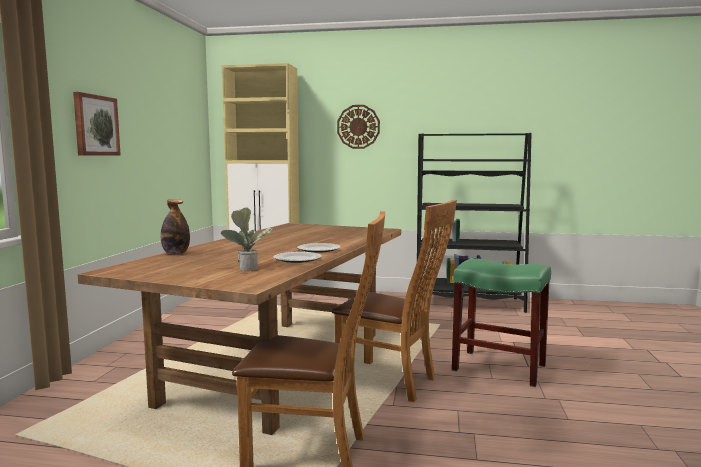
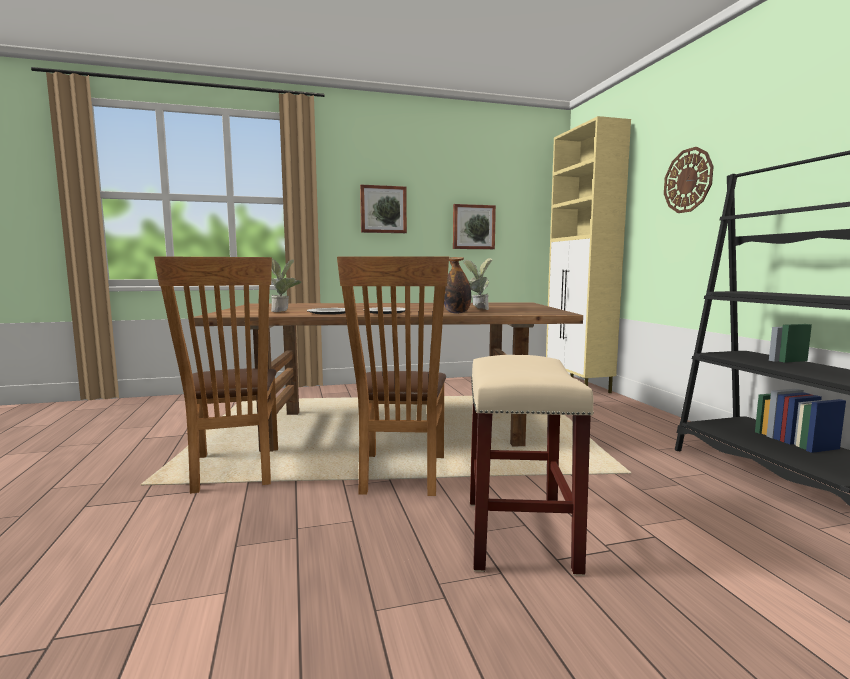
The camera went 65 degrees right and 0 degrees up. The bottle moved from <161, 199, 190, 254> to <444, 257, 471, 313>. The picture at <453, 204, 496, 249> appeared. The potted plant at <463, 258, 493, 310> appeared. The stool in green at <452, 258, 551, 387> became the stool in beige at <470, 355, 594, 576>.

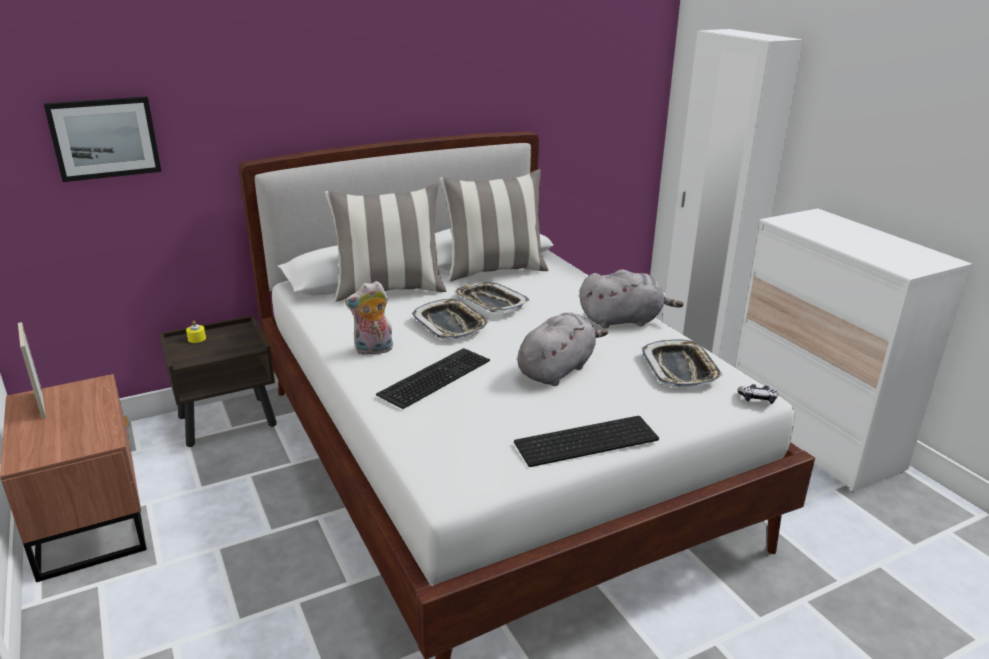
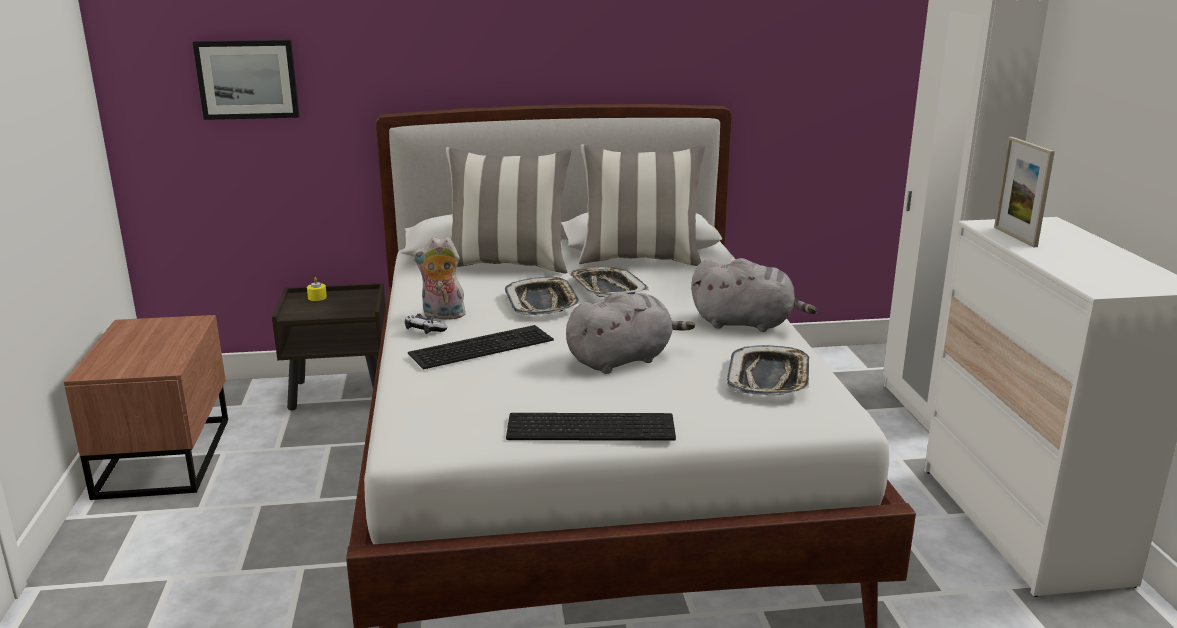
The camera went 20 degrees right and 5 degrees down. The game controller moved from <738, 384, 778, 404> to <405, 314, 448, 334>. The picture frame moved from <18, 322, 46, 419> to <994, 137, 1055, 247>.

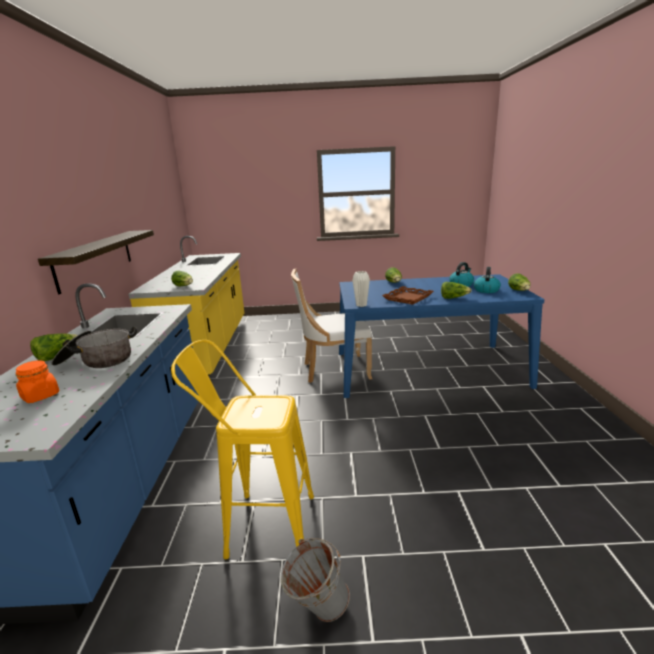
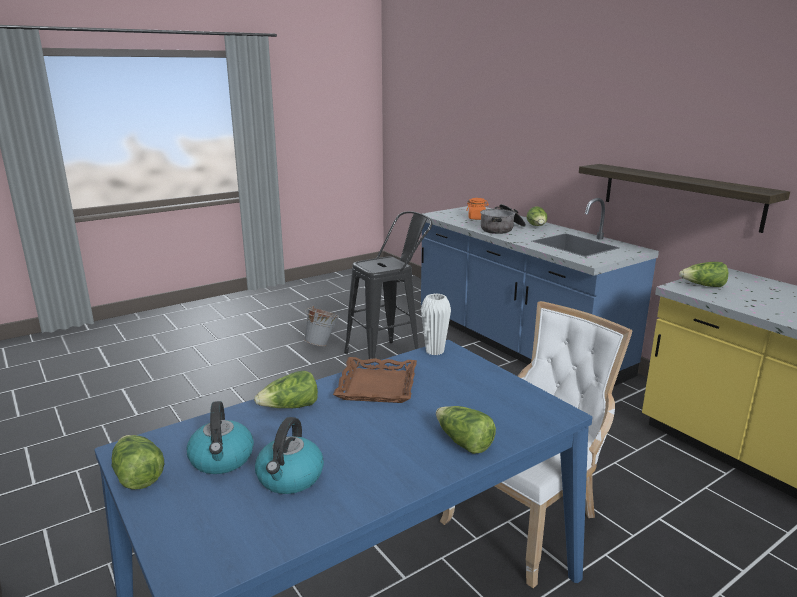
The camera went 145 degrees right and 0 degrees up. The stool in yellow at <171, 340, 314, 559> became the stool in black at <344, 211, 432, 364>.

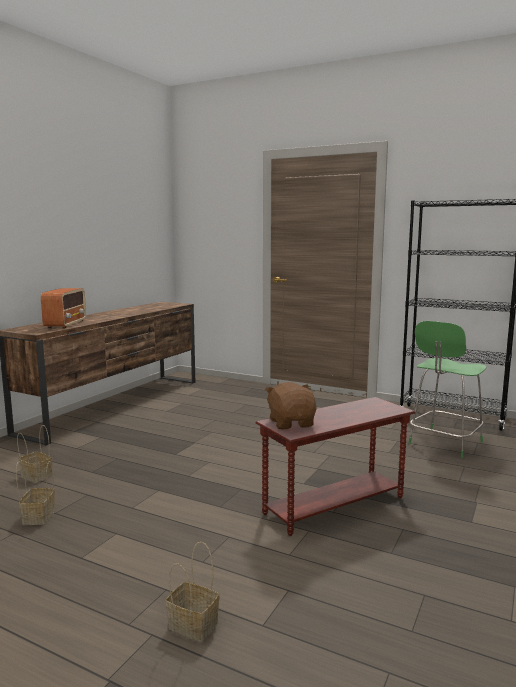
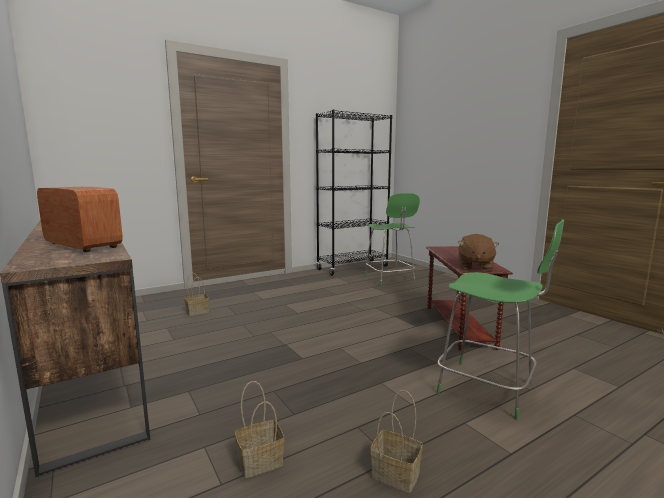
The camera went 60 degrees left and 0 degrees up. The basket moved from <166, 542, 220, 642> to <184, 273, 209, 316>. The stool in green at <436, 219, 564, 420> appeared. The plush toy in brown at <265, 382, 316, 430> turned 90 degrees counterclockwise.

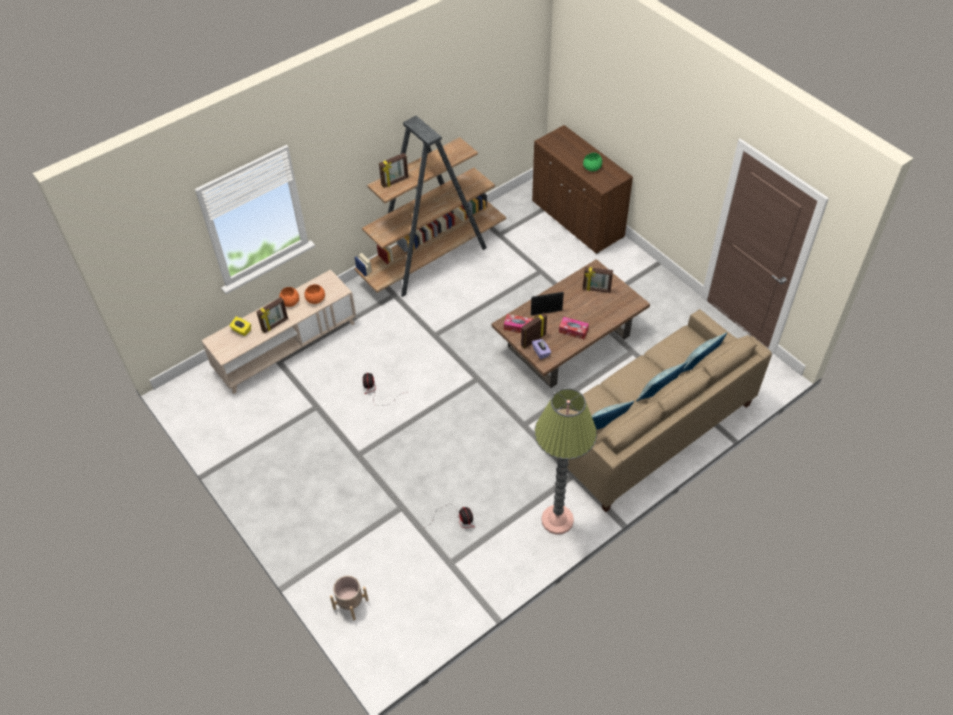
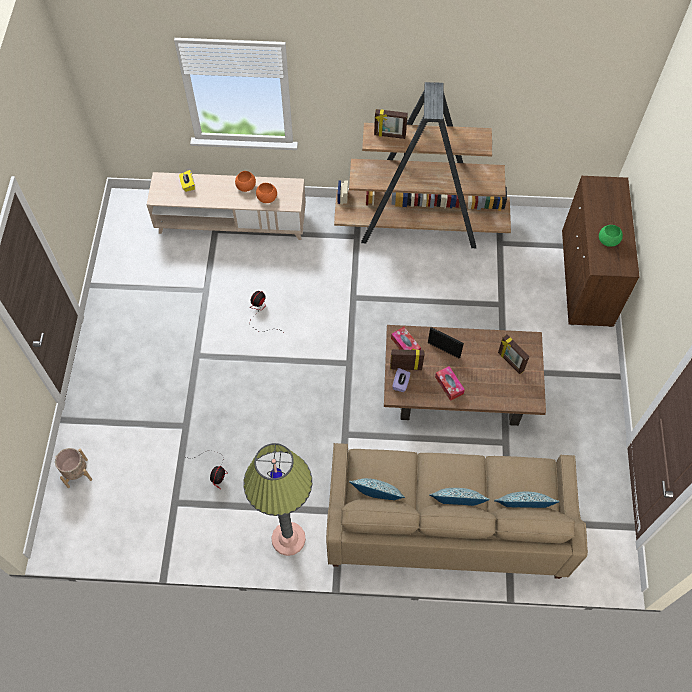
The camera went 40 degrees right and 10 degrees up. The picture frame at <257, 297, 288, 333> disappeared.

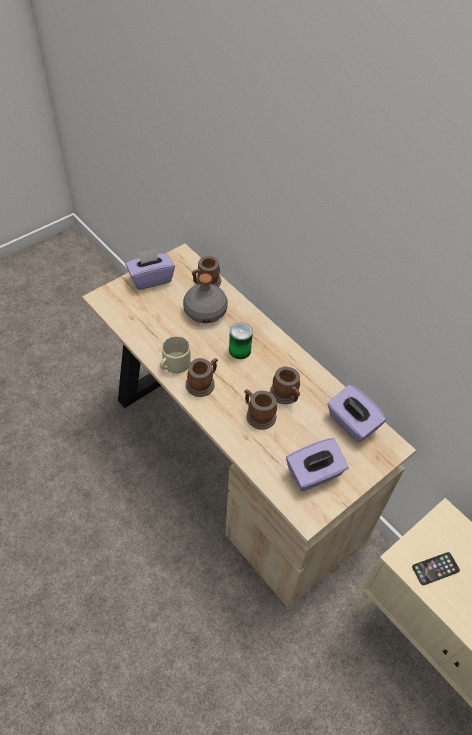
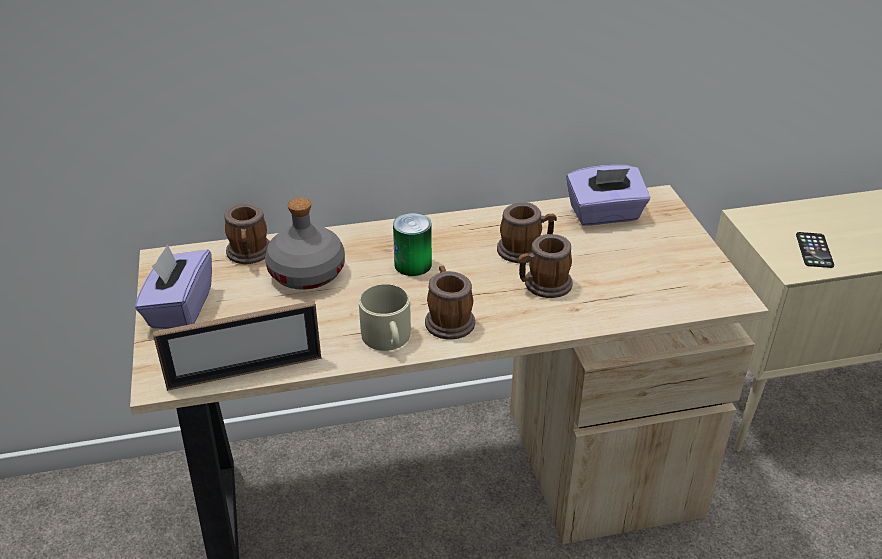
The camera went 60 degrees left and 15 degrees down. The picture frame at <153, 301, 321, 391> appeared. The tissue box in purple at <286, 438, 349, 491> disappeared.

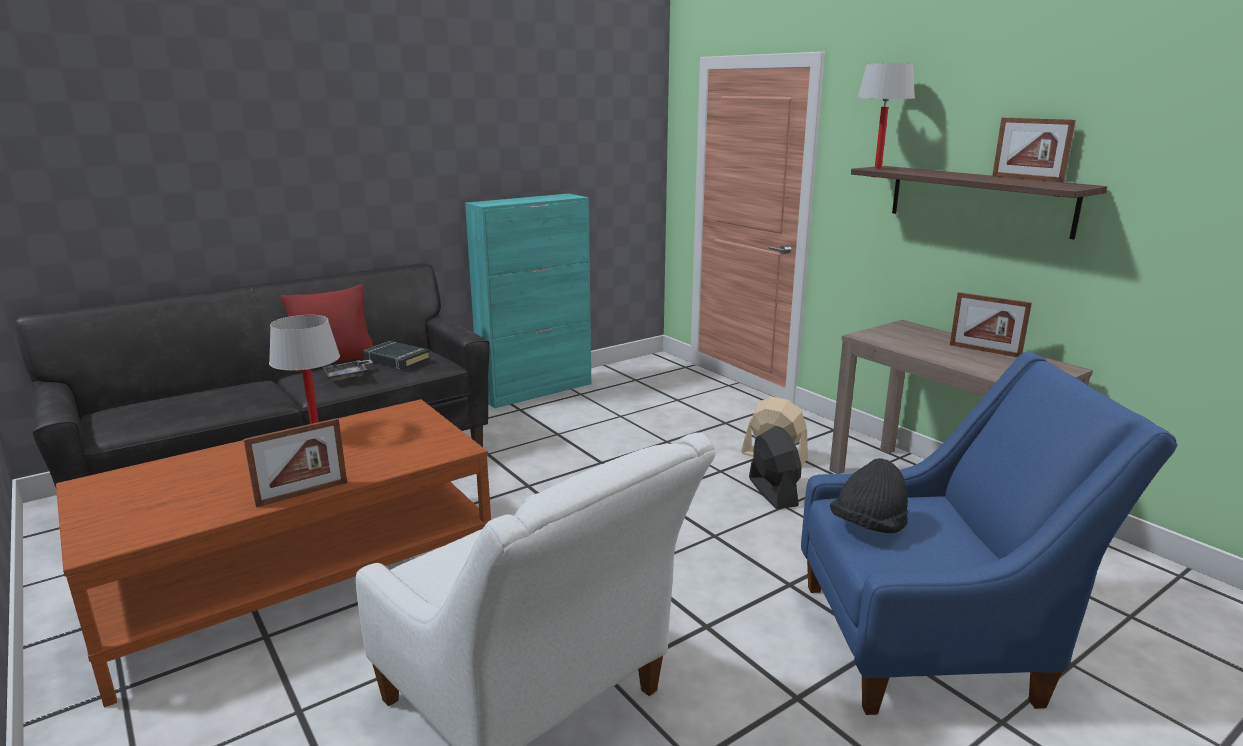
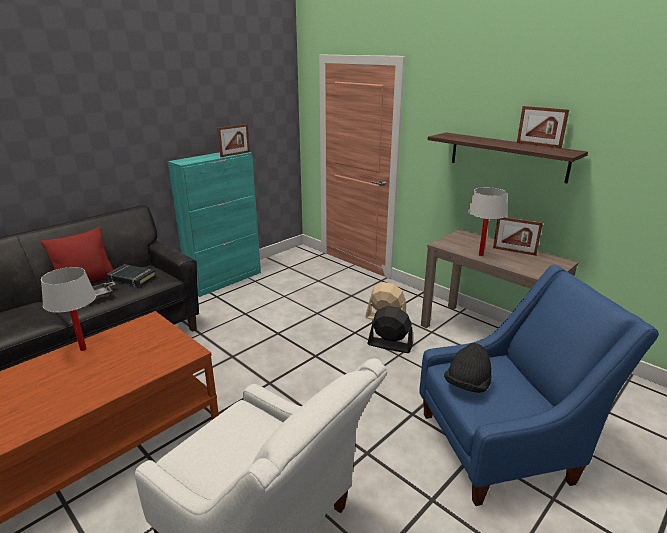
The camera went 10 degrees left and 5 degrees up. The picture frame moved from <243, 418, 347, 507> to <217, 124, 250, 157>. The fan in black at <749, 426, 802, 509> turned 45 degrees counterclockwise. The table lamp in white moved from <857, 63, 915, 169> to <468, 187, 507, 256>.

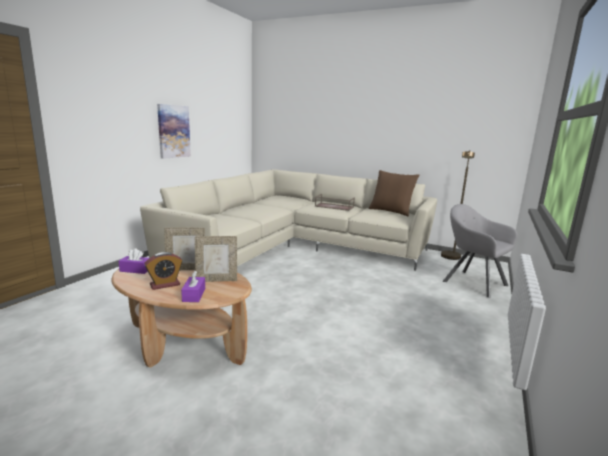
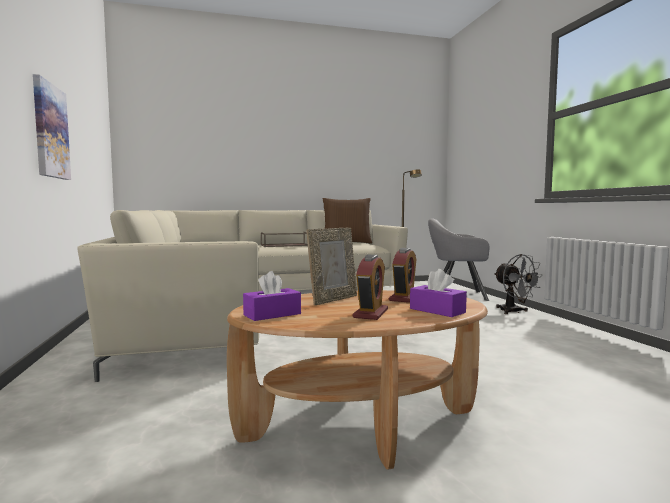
The camera went 40 degrees left and 10 degrees down. The picture frame at <195, 236, 237, 282> was replaced by the alarm clock at <389, 248, 416, 303>. The fan in grey at <494, 254, 542, 314> appeared.

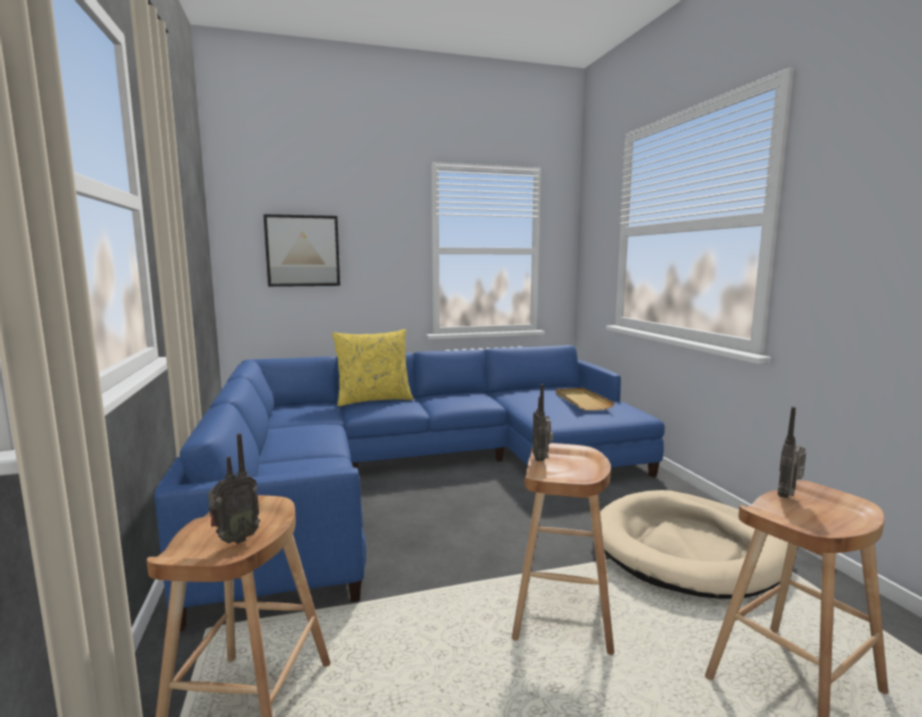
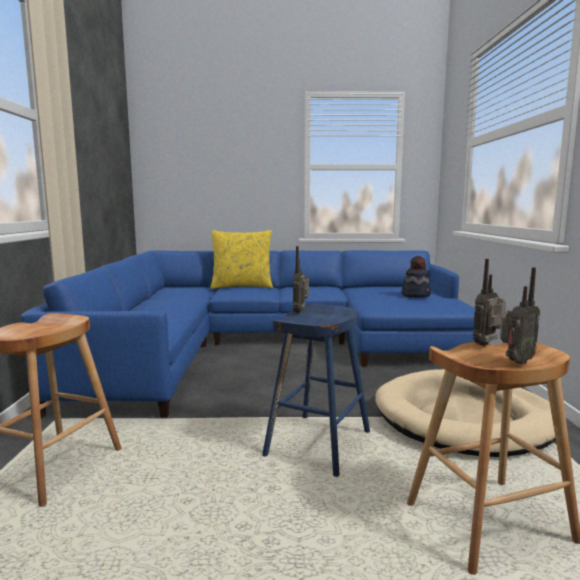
The camera went 15 degrees right and 0 degrees up. The stool in brown at <512, 443, 614, 655> became the stool in blue at <262, 304, 370, 477>. The tray in beige at <555, 388, 615, 410> was replaced by the hat at <401, 256, 431, 298>. The radio moved from <208, 433, 260, 544> to <500, 267, 540, 364>. The picture at <263, 214, 340, 287> disappeared.

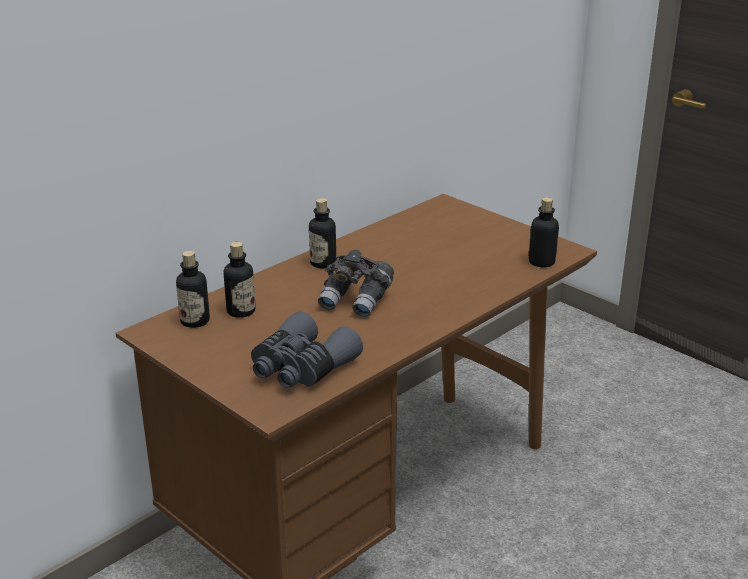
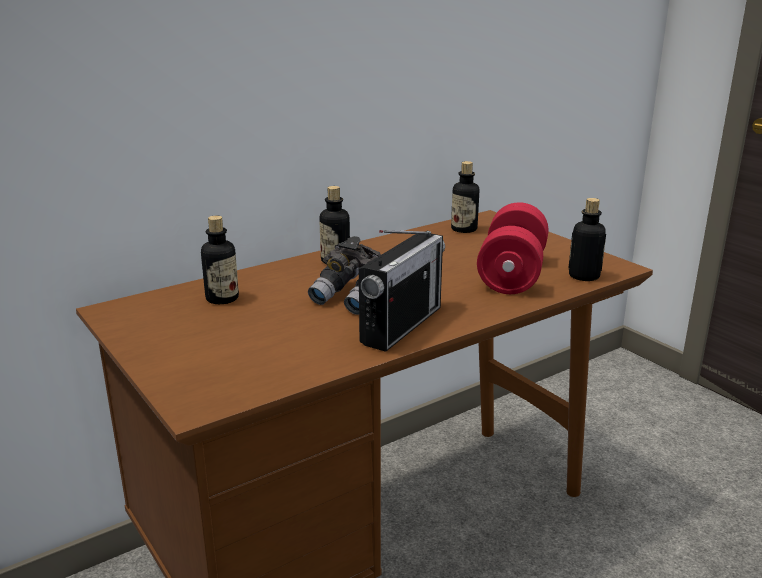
The camera went 10 degrees right and 5 degrees down. The radio at <359, 230, 445, 352> appeared. The bottle moved from <176, 251, 210, 328> to <451, 161, 479, 233>. The dumbbell in red at <477, 202, 548, 294> appeared. The binoculars in grey at <251, 311, 363, 388> disappeared.

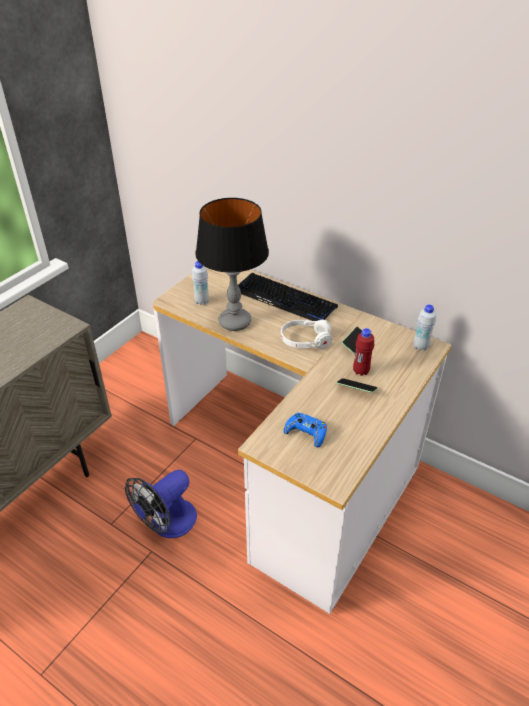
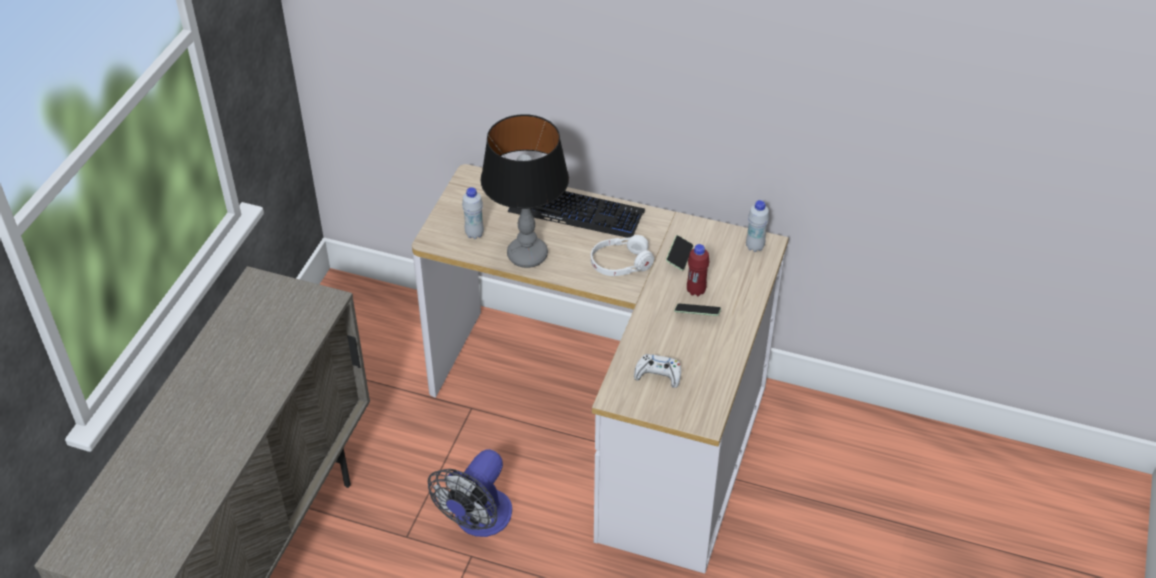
The camera went 15 degrees left and 5 degrees up. The game controller in blue at <284, 413, 327, 447> became the game controller in white at <634, 354, 681, 388>.

